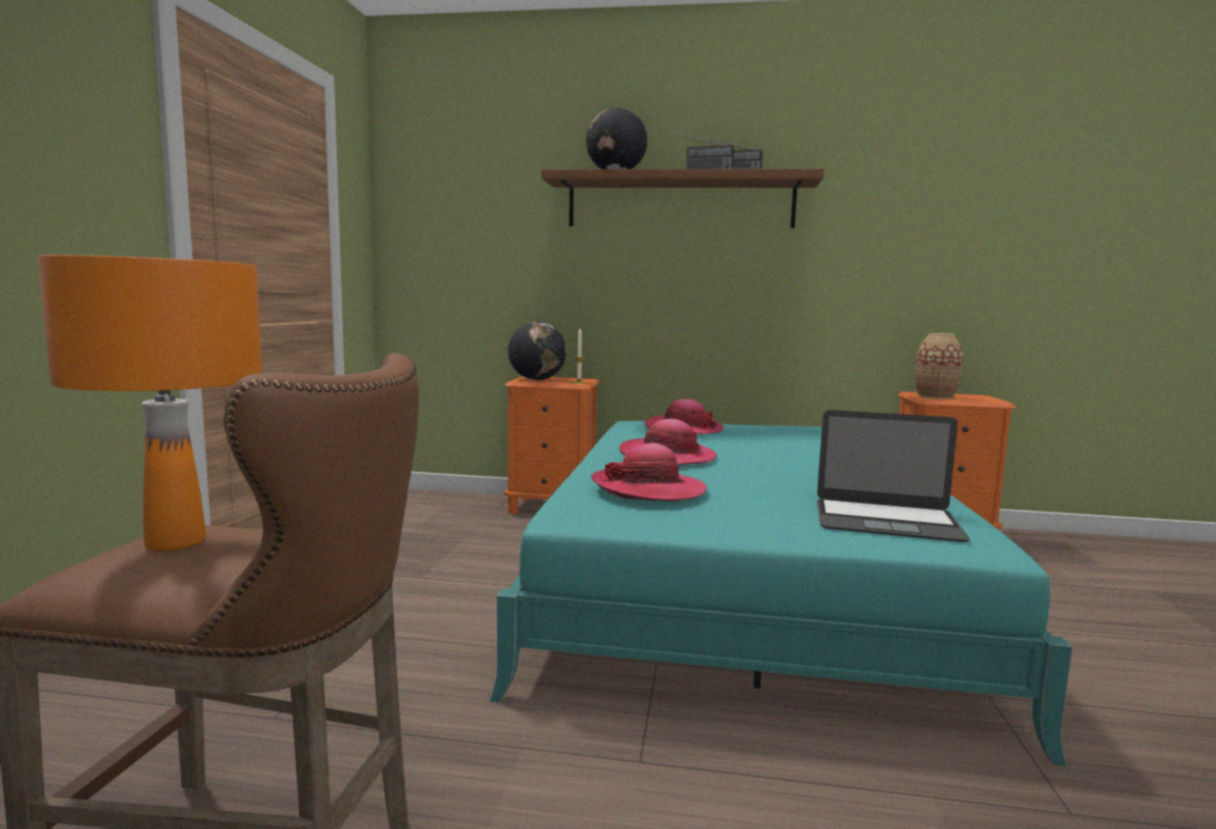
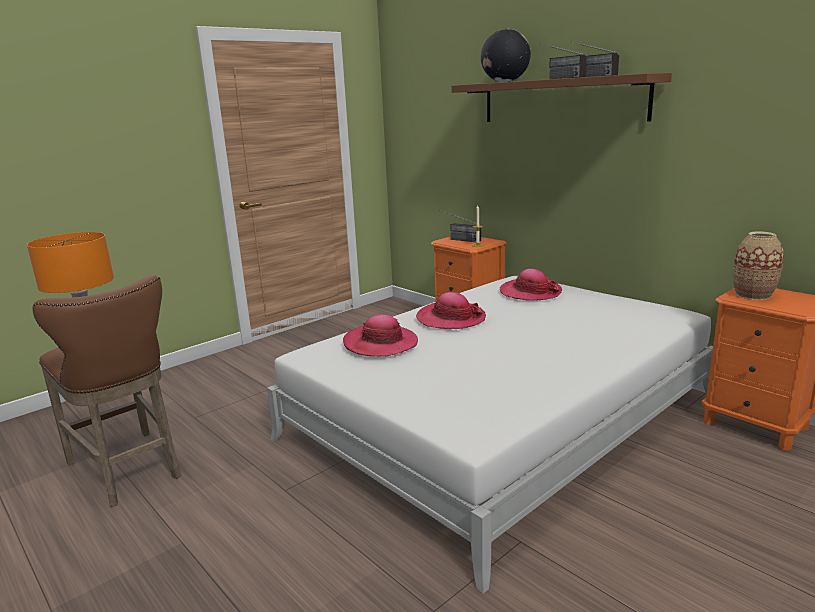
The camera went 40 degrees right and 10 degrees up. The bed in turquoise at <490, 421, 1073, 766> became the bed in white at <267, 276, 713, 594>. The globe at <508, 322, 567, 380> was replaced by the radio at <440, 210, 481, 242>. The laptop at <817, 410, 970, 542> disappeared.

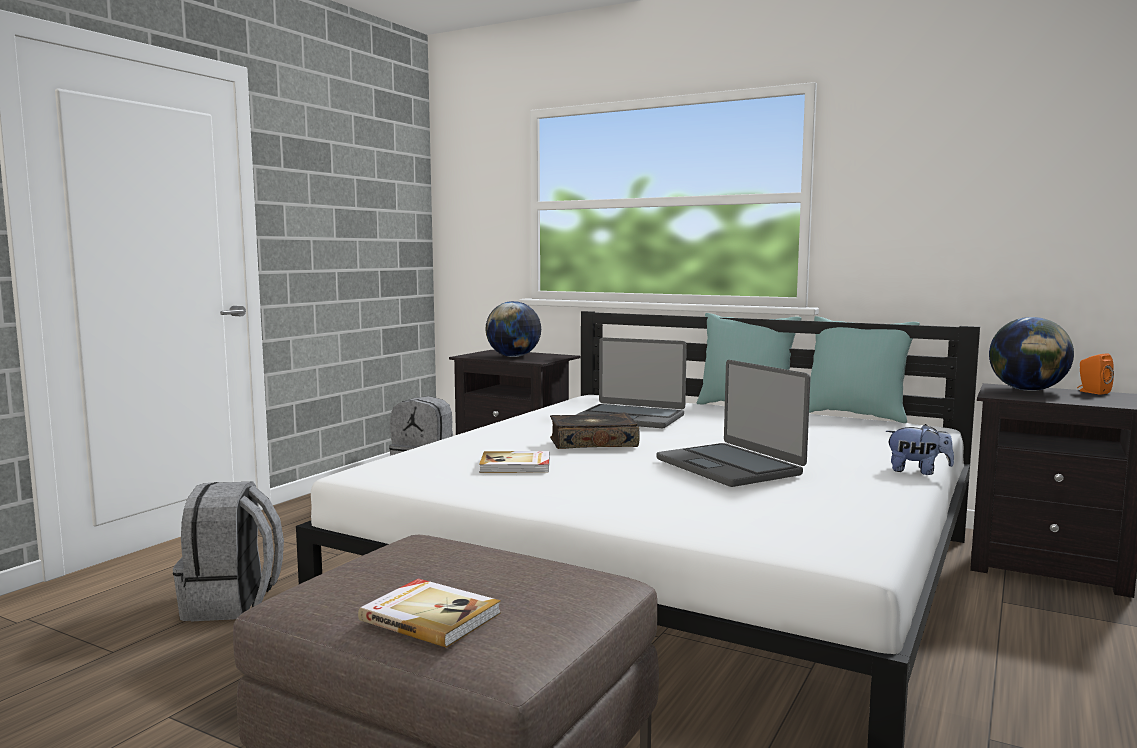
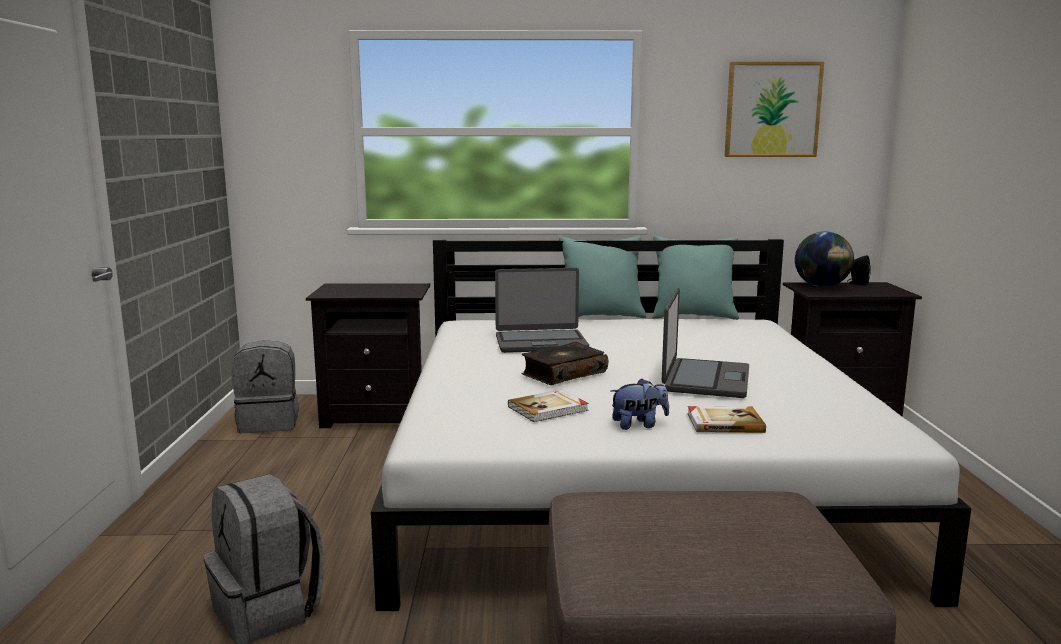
The camera went 30 degrees left and 5 degrees up. The plush toy moved from <886, 424, 954, 475> to <610, 378, 669, 430>. The laptop at <656, 360, 810, 487> turned 105 degrees counterclockwise. The book moved from <358, 579, 501, 648> to <687, 406, 766, 433>. The picture at <725, 62, 824, 157> appeared. The speaker in orange at <1077, 353, 1114, 395> became the speaker in black at <848, 255, 871, 286>. The globe at <485, 301, 541, 357> disappeared.

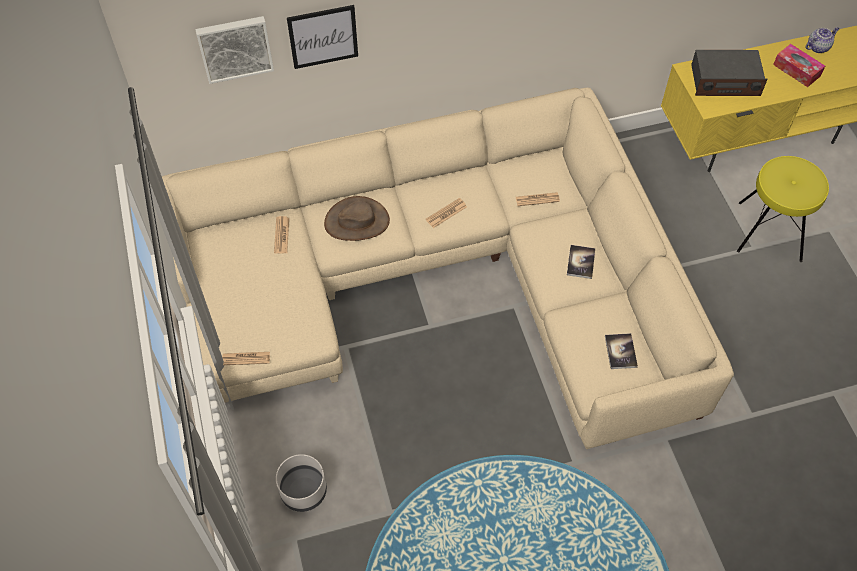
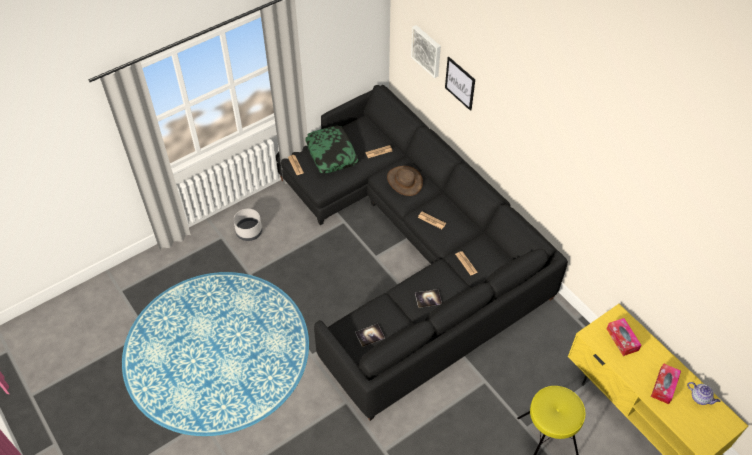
The camera went 70 degrees right and 5 degrees down. The sofa in beige at <162, 88, 734, 449> became the sofa in black at <276, 85, 568, 421>. The pillow at <305, 126, 359, 173> appeared. The radio at <691, 50, 767, 96> was replaced by the tissue box at <607, 318, 641, 356>.

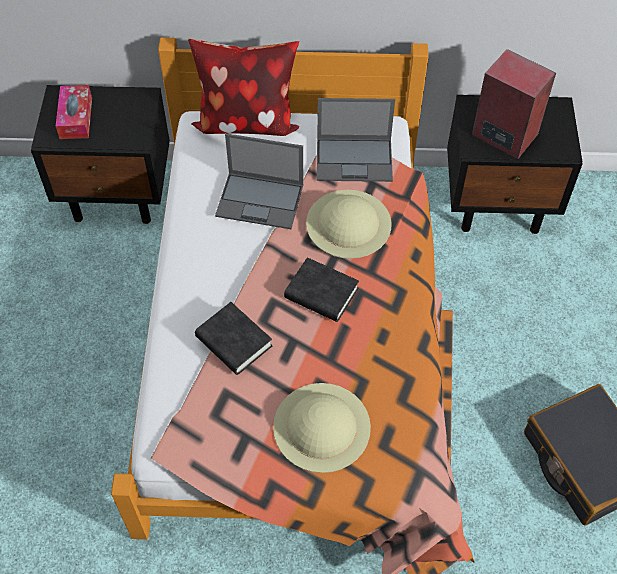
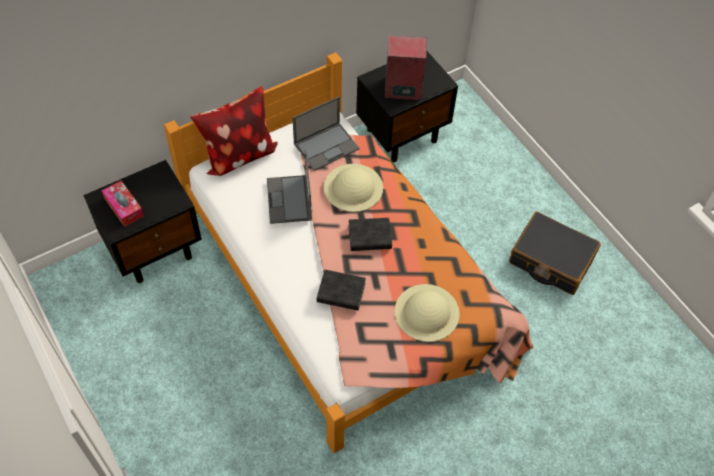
The camera went 35 degrees left and 0 degrees up. The laptop at <215, 133, 303, 229> turned 105 degrees clockwise.

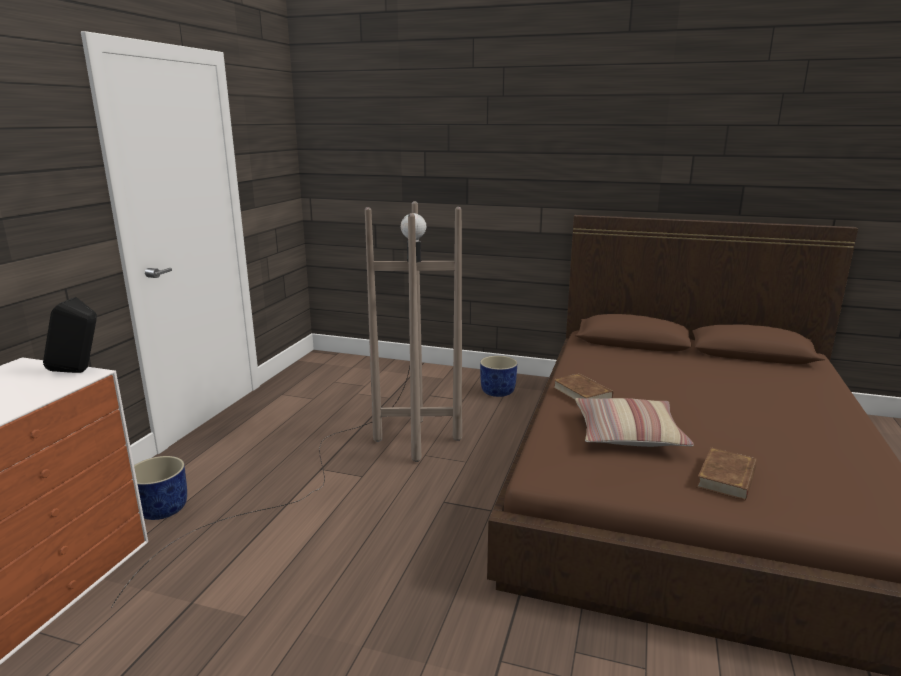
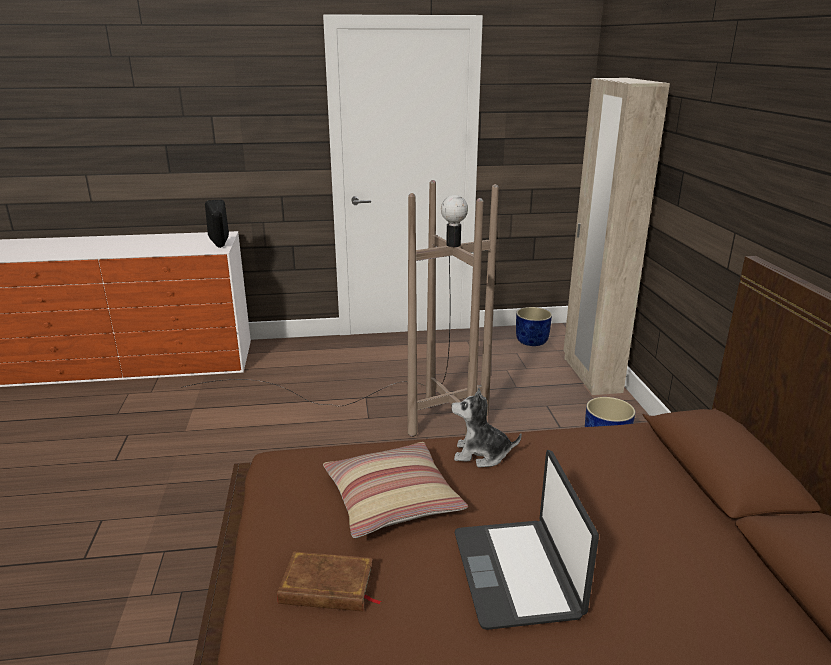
The camera went 65 degrees right and 5 degrees up. The book in brown at <553, 373, 614, 401> was replaced by the plush toy at <451, 388, 522, 467>. The laptop at <455, 450, 599, 630> appeared. The planter in blue moved from <134, 456, 187, 520> to <516, 307, 552, 346>. The wardrobe in beige at <564, 78, 670, 395> appeared.

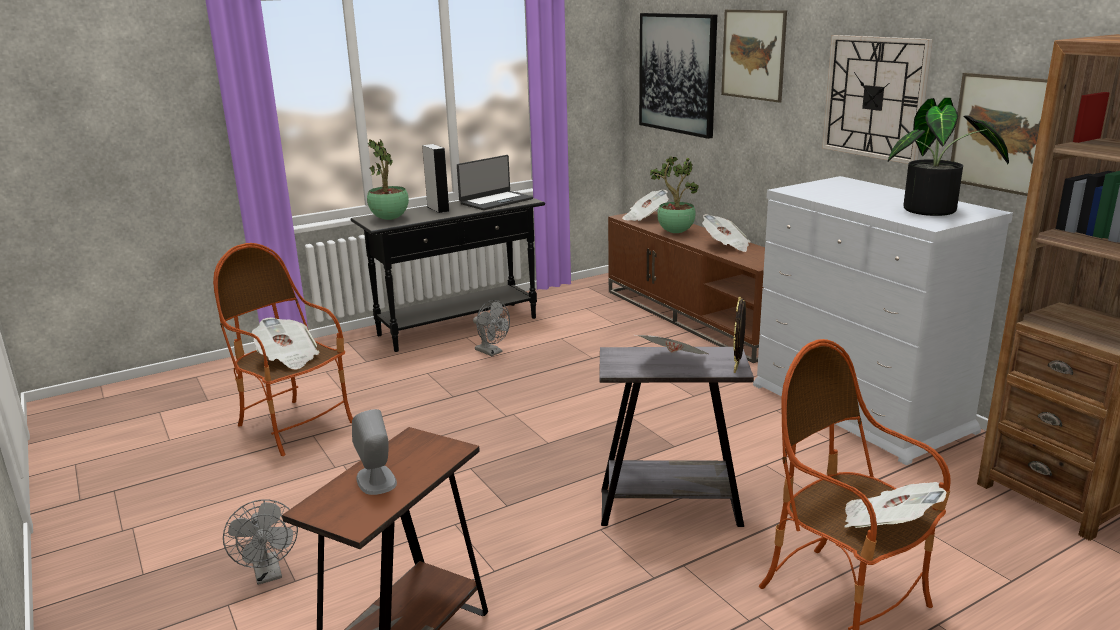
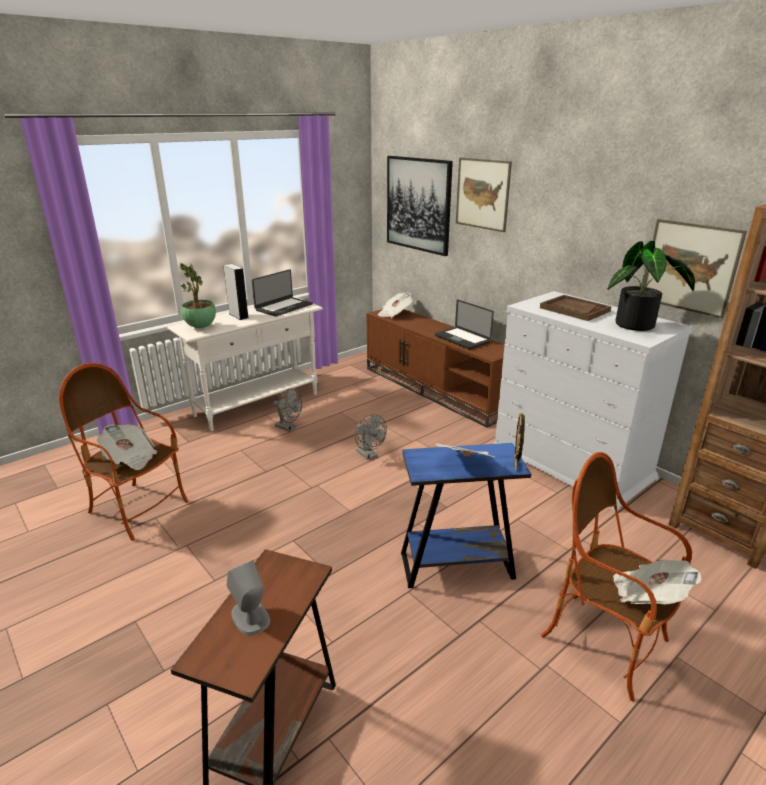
The camera went 10 degrees left and 5 degrees up. The console table in black at <351, 192, 545, 352> became the console table in white at <167, 297, 323, 431>. The fan in grey moved from <223, 499, 298, 585> to <355, 414, 387, 460>. The side table in grey at <599, 347, 754, 527> became the side table in blue at <401, 443, 531, 588>. The newspaper at <702, 214, 750, 252> was replaced by the laptop at <435, 299, 494, 349>. The tray in brown at <540, 295, 612, 321> appeared. The potted plant at <650, 156, 699, 233> disappeared. The wall clock at <822, 35, 933, 164> disappeared.

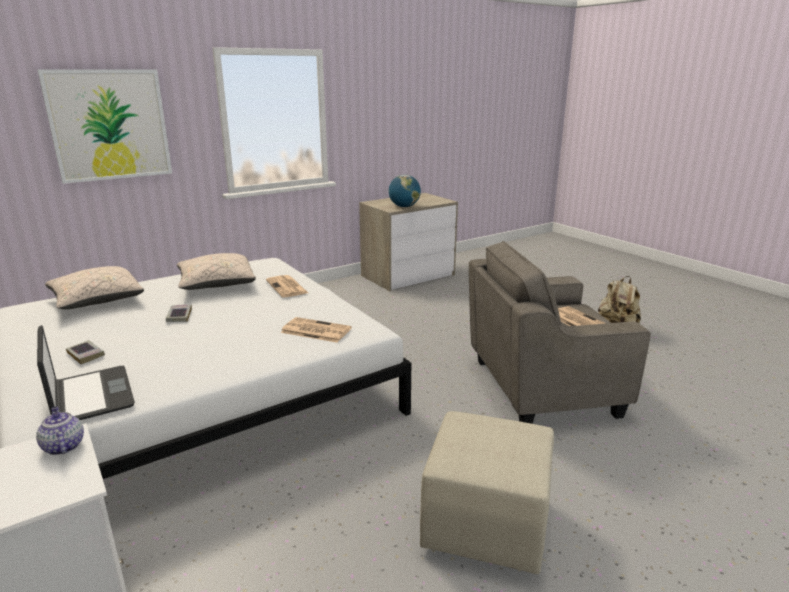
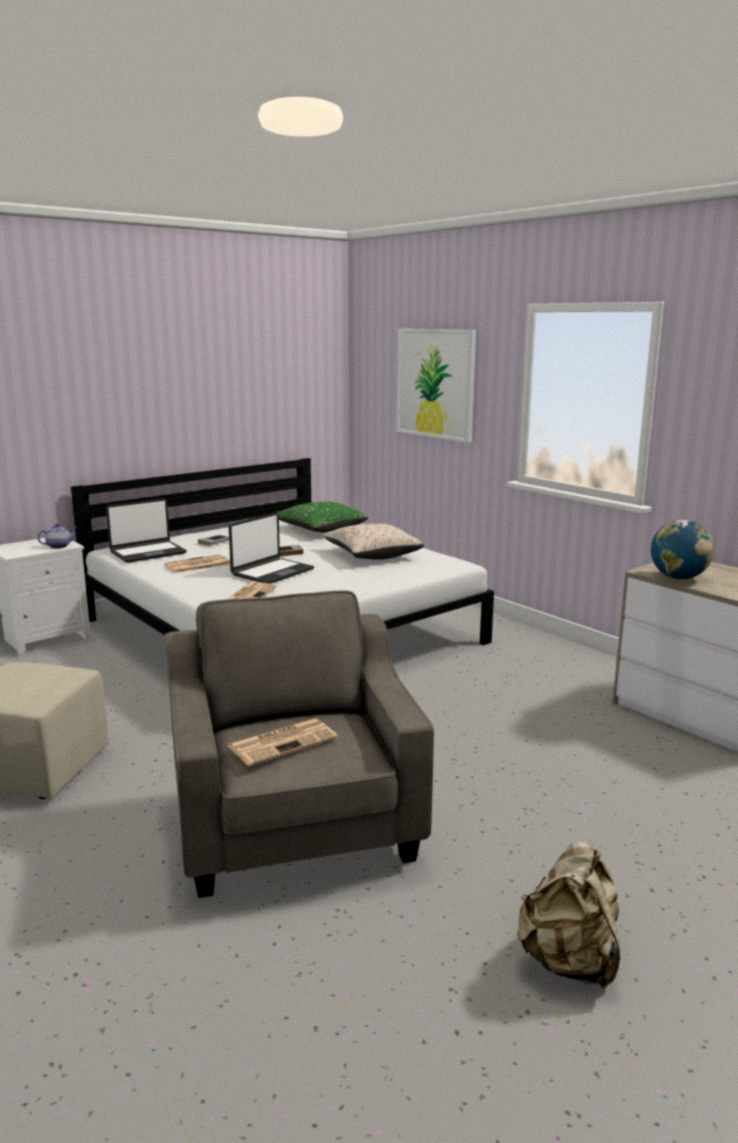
The camera went 85 degrees right and 5 degrees down. The newspaper moved from <266, 275, 308, 297> to <165, 554, 230, 573>. The laptop at <229, 512, 314, 584> appeared. The pillow in beige at <45, 266, 144, 309> became the pillow in green at <277, 502, 368, 533>.

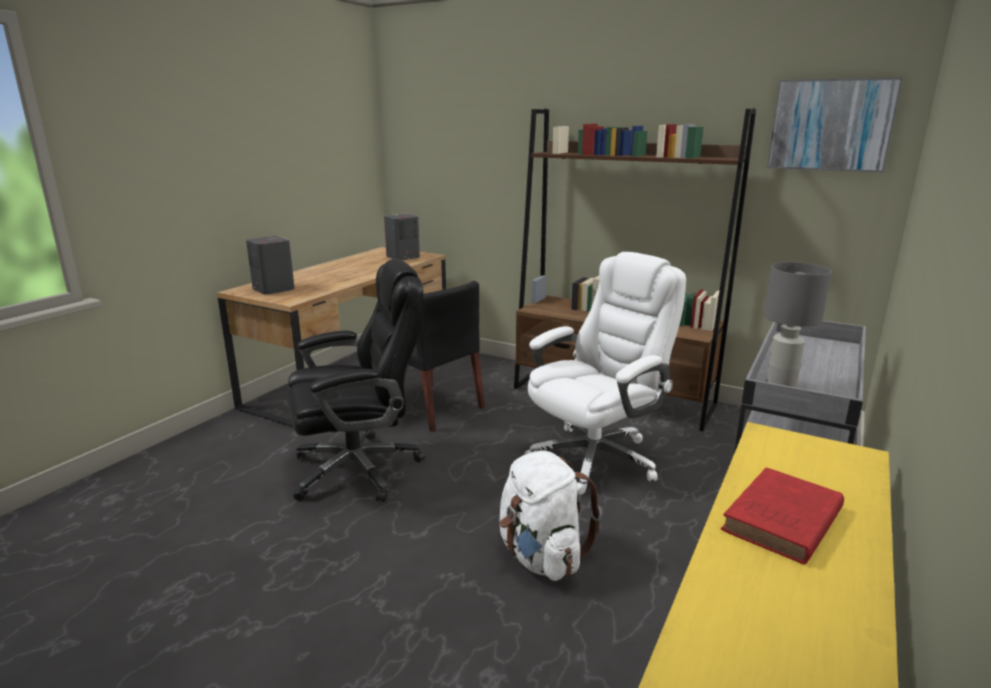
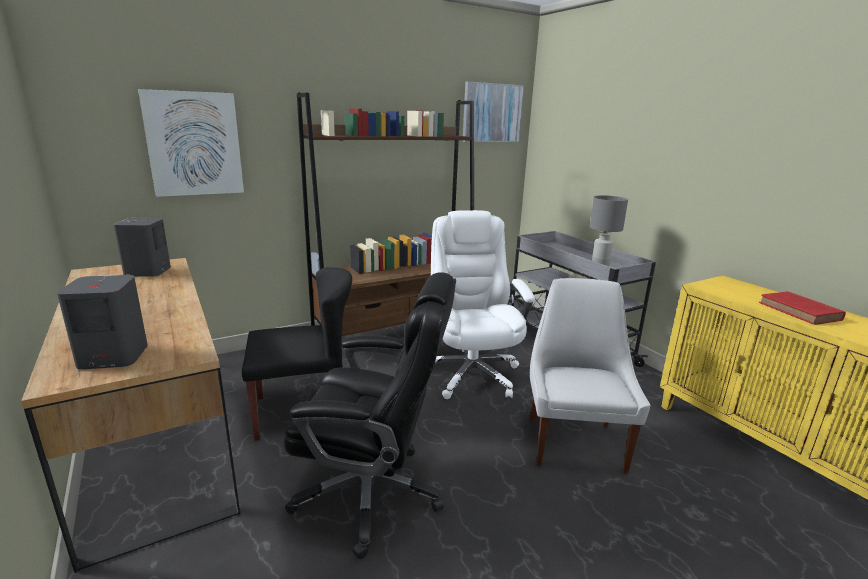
The camera went 60 degrees left and 0 degrees up. The picture at <138, 89, 244, 197> appeared. The office chair in black at <287, 259, 425, 502> turned 90 degrees clockwise. The backpack in white at <500, 451, 602, 581> was replaced by the chair in white at <529, 278, 651, 473>.

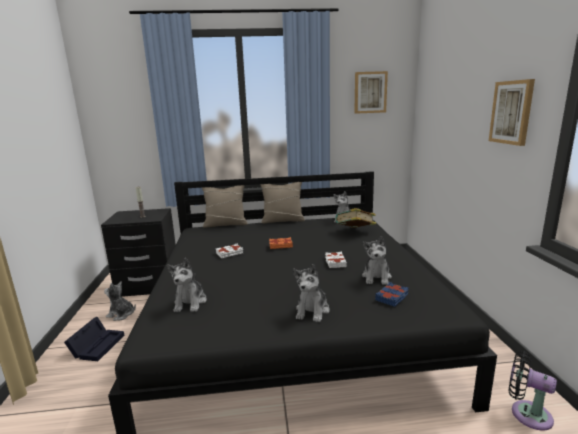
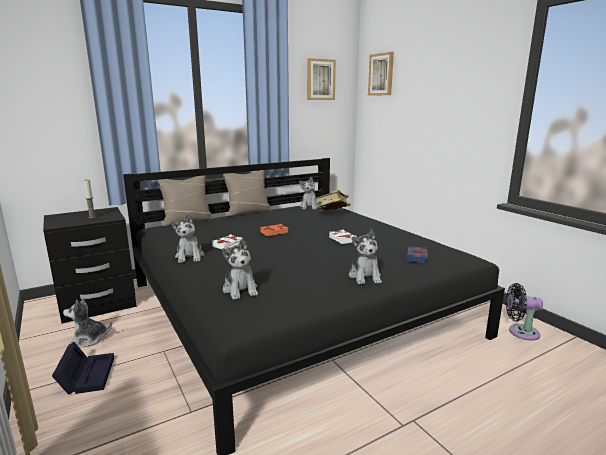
The camera went 25 degrees left and 0 degrees up. The plush toy moved from <362, 236, 392, 285> to <171, 214, 205, 263>. The picture moved from <489, 79, 535, 146> to <368, 52, 394, 96>.

